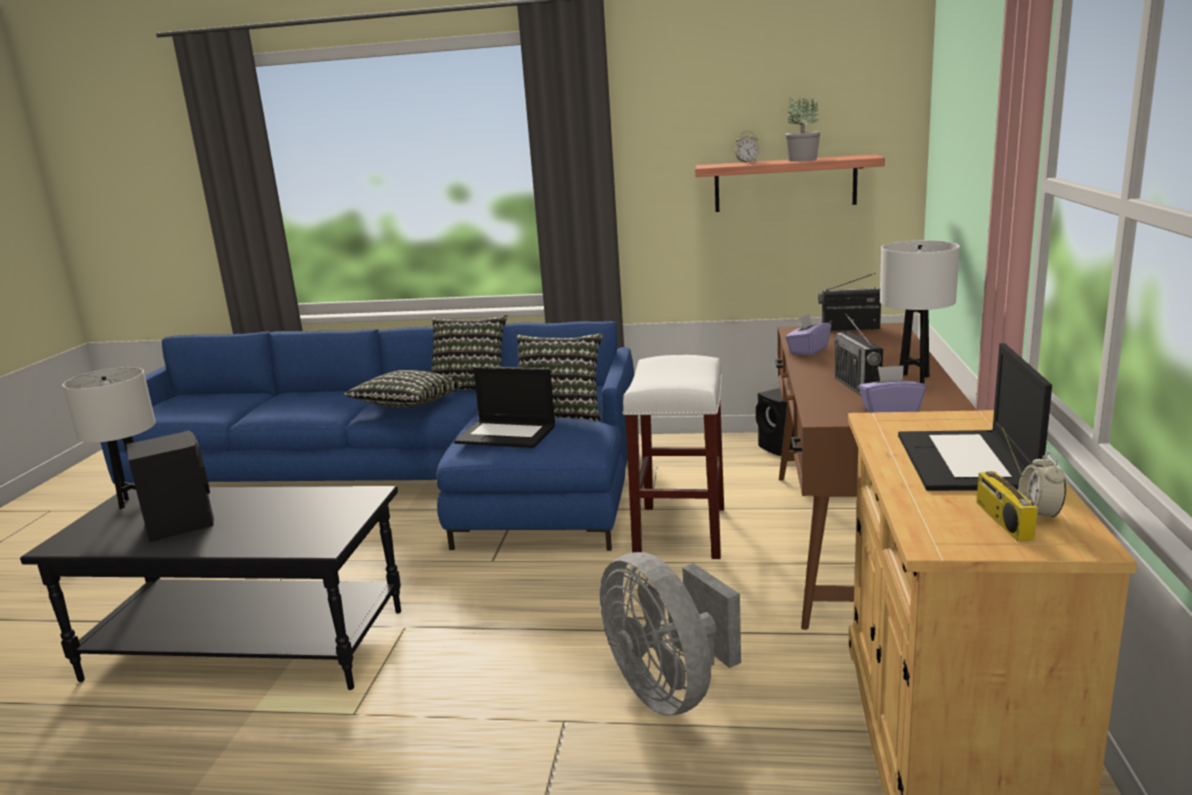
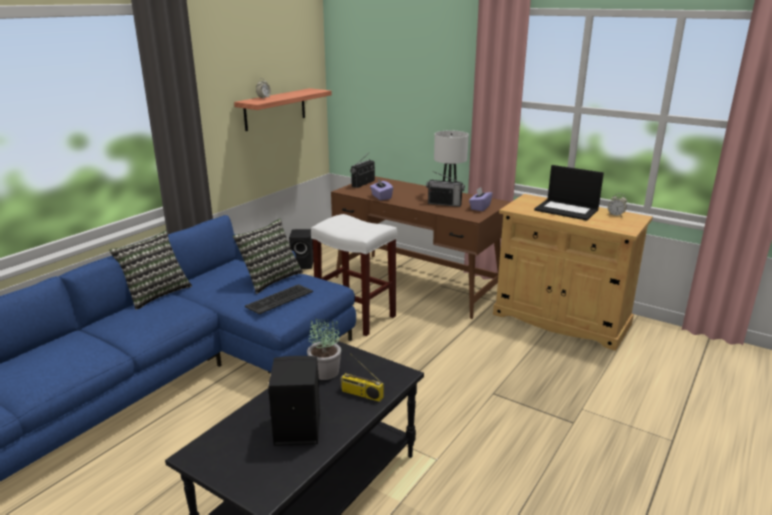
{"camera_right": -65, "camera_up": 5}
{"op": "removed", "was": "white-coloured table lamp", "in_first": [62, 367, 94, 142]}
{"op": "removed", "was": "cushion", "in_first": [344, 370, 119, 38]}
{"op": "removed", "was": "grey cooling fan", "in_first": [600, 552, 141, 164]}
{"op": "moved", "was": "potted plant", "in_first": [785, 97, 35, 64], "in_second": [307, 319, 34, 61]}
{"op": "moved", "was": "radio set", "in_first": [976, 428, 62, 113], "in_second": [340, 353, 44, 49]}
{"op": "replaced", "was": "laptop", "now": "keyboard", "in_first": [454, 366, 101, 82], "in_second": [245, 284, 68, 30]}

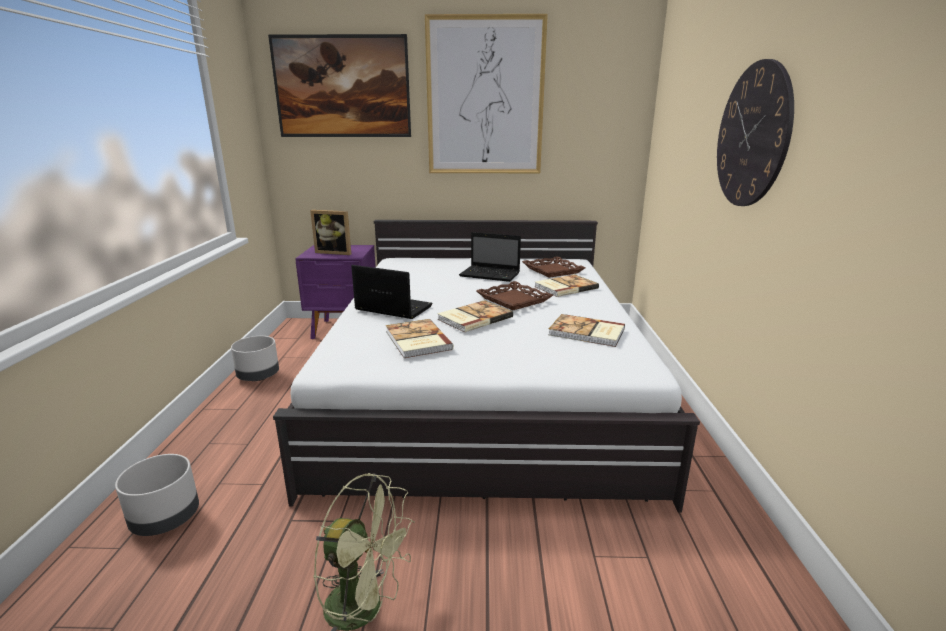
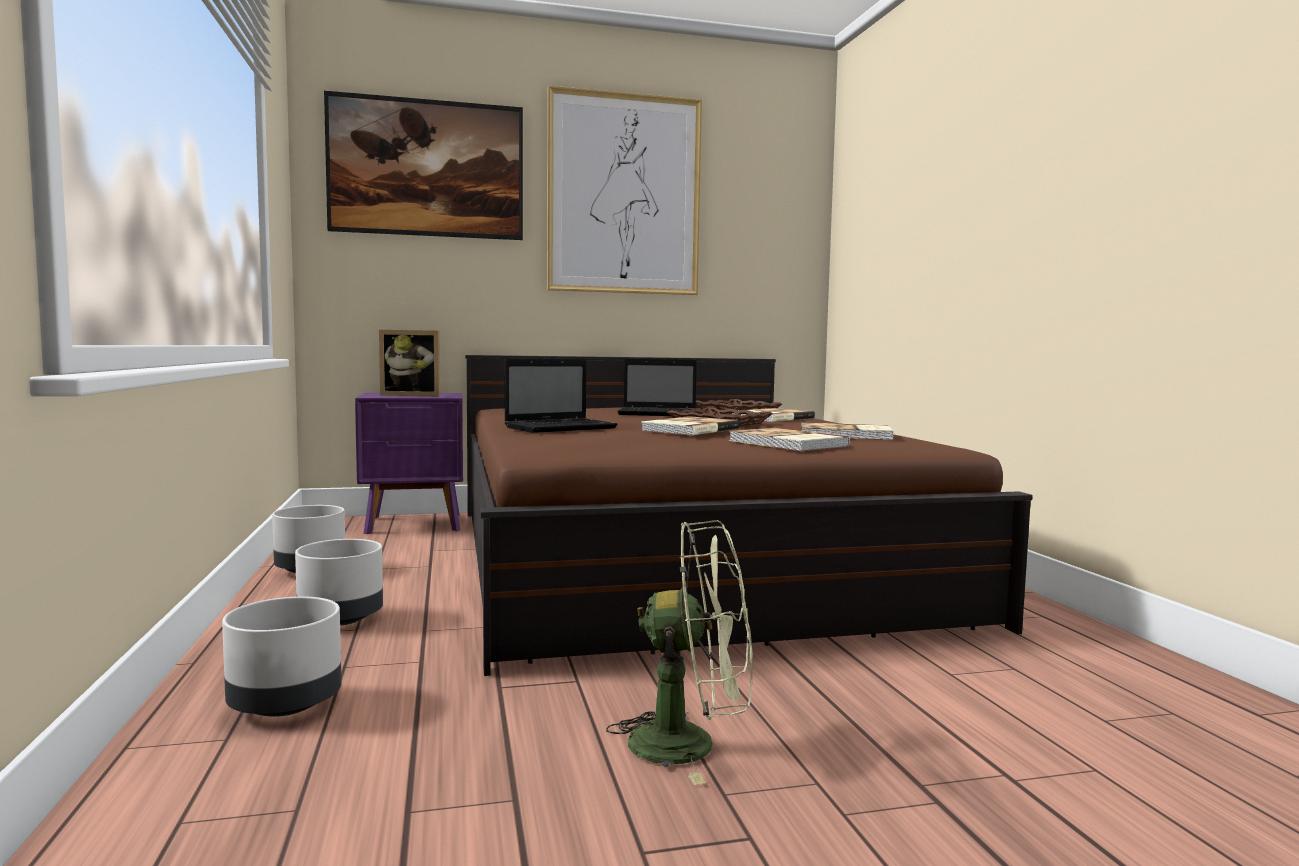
{"camera_right": -15, "camera_up": -15}
{"op": "removed", "was": "clock on the wall", "in_first": [717, 59, 77, 147]}
{"op": "added", "now": "grey flower pot", "in_second": [295, 539, 88, 87]}
{"op": "moved", "was": "bound book", "in_first": [386, 319, 68, 39], "in_second": [729, 428, 121, 23]}
{"op": "recoloured", "was": "white-coloured sleeping bed", "now": "brown sleeping bed", "in_first": [273, 220, 427, 292], "in_second": [465, 355, 568, 321]}
{"op": "turned", "was": "laptop", "in_first": [351, 265, 82, 54], "in_second": [504, 359, 114, 74], "clockwise": 135}

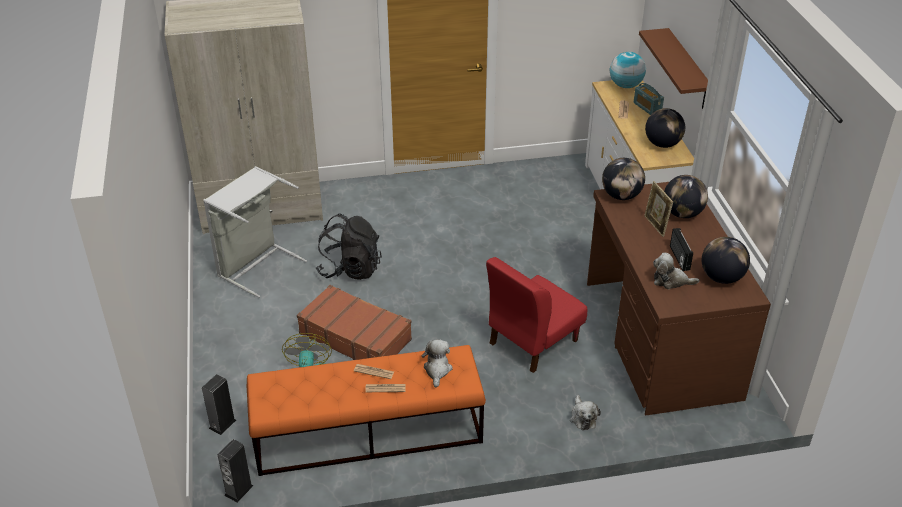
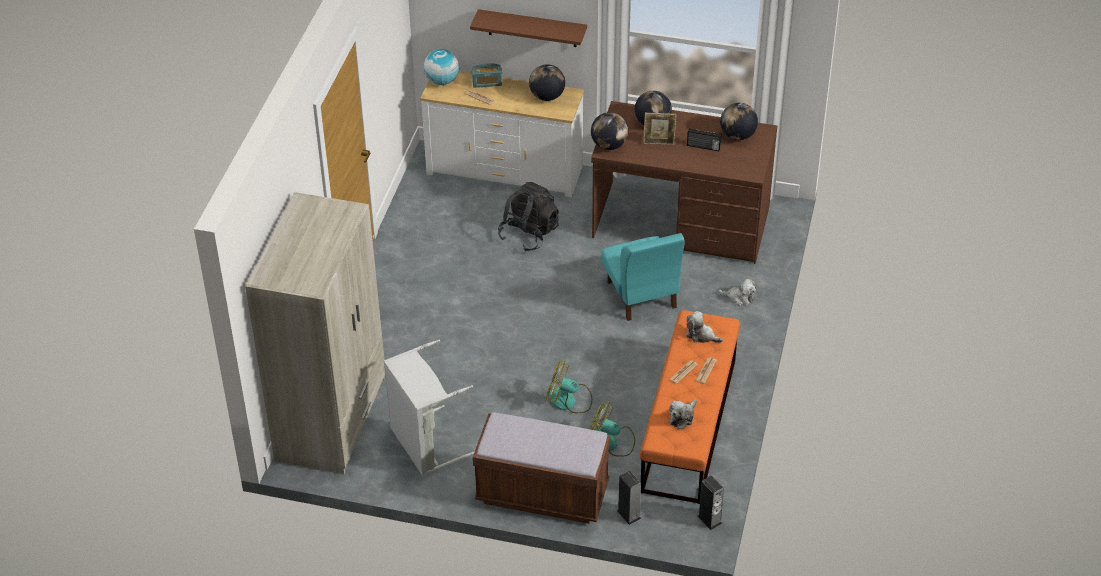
{"camera_right": -65, "camera_up": 5}
{"op": "added", "now": "brown long seat", "in_second": [473, 412, 137, 112]}
{"op": "moved", "was": "black knapsack", "in_first": [316, 213, 66, 67], "in_second": [498, 182, 61, 70]}
{"op": "moved", "was": "soft toy", "in_first": [653, 253, 46, 36], "in_second": [669, 399, 28, 31]}
{"op": "replaced", "was": "brown suitcase", "now": "cooling fan", "in_first": [297, 285, 115, 75], "in_second": [546, 361, 46, 52]}
{"op": "recoloured", "was": "red-coloured plain chair", "now": "blue-green plain chair", "in_first": [486, 257, 101, 116], "in_second": [601, 233, 84, 88]}

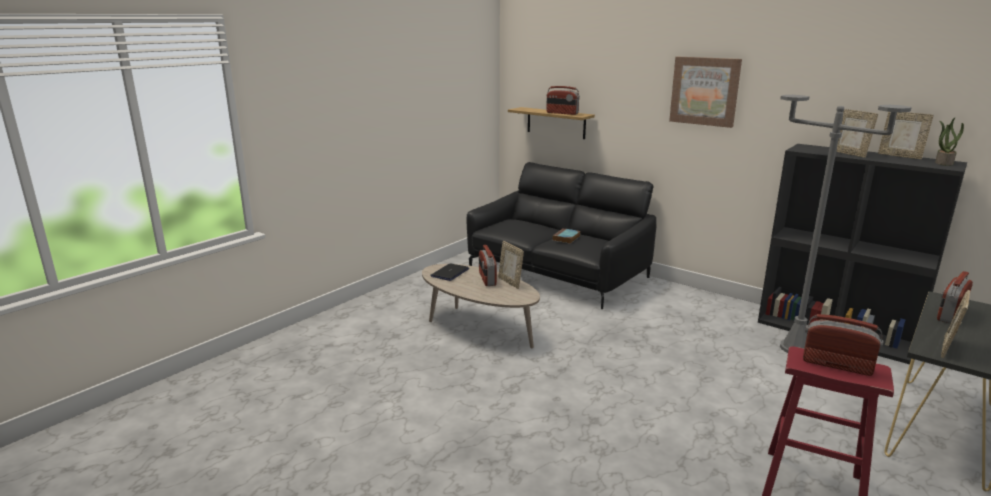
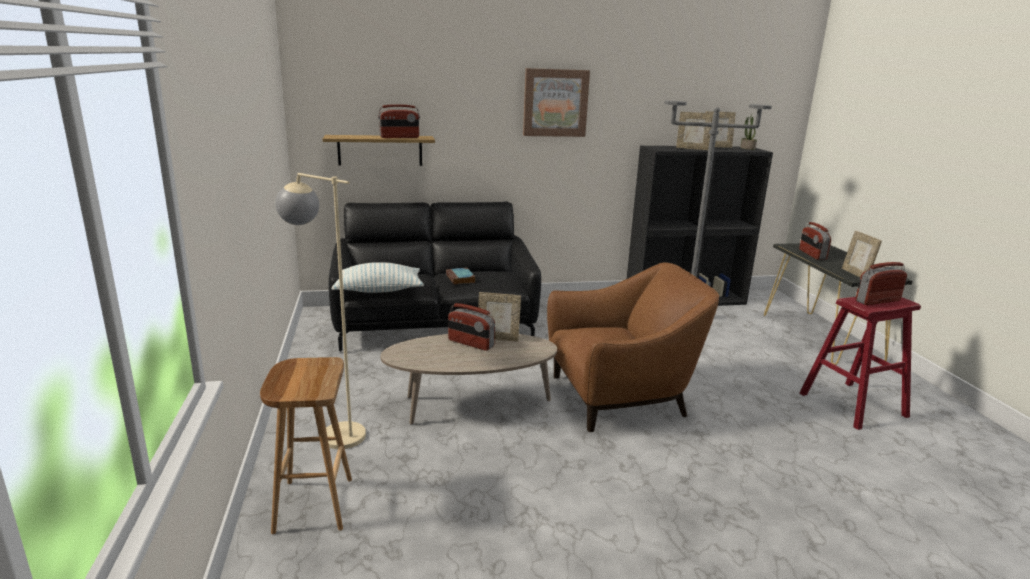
{"camera_right": -50, "camera_up": 0}
{"op": "removed", "was": "laptop", "in_first": [430, 263, 39, 18]}
{"op": "added", "now": "brown stool", "in_second": [260, 357, 92, 177]}
{"op": "added", "now": "beige standing lamp", "in_second": [275, 173, 91, 276]}
{"op": "added", "now": "cushion", "in_second": [331, 262, 93, 31]}
{"op": "added", "now": "brown armchair", "in_second": [547, 262, 172, 170]}

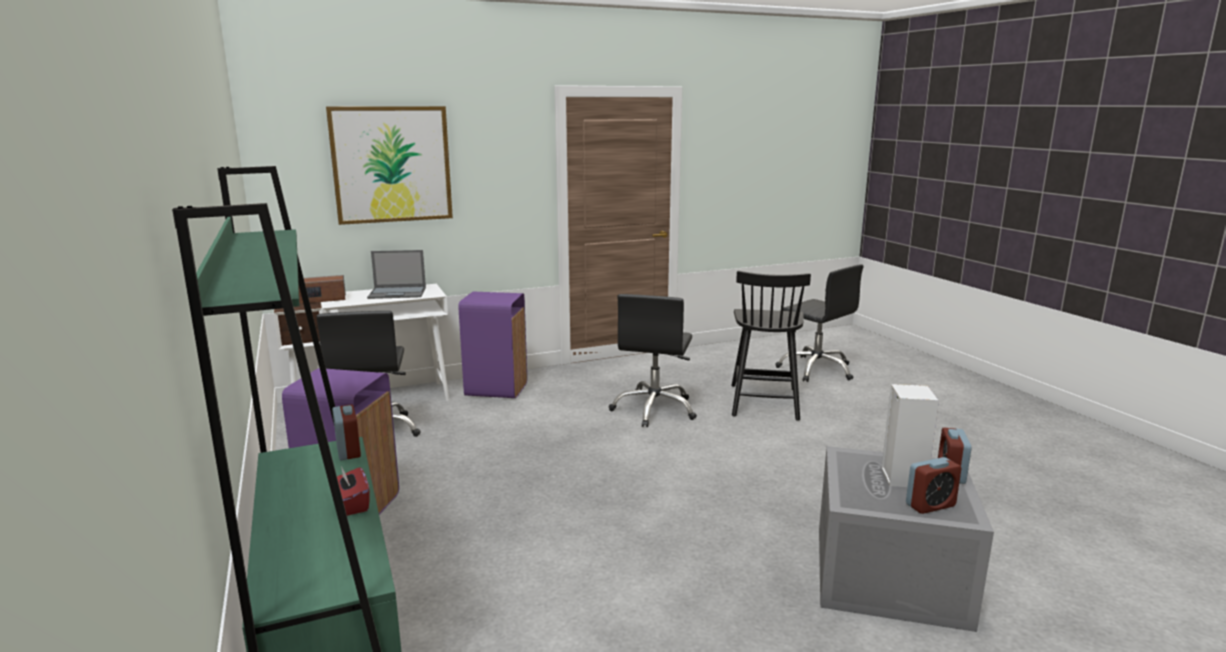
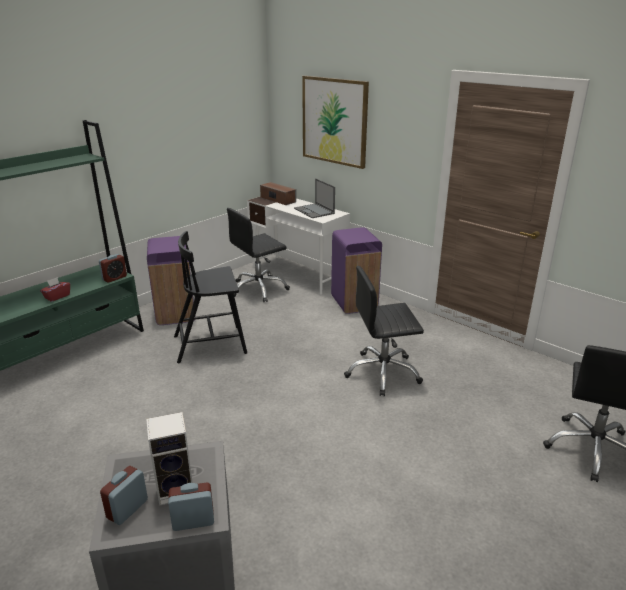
{"camera_right": 65, "camera_up": 10}
{"op": "moved", "was": "black plain chair", "in_first": [731, 271, 80, 150], "in_second": [174, 231, 73, 132]}
{"op": "turned", "was": "bedside clock", "in_first": [906, 457, 56, 57], "in_second": [100, 466, 48, 59], "clockwise": 75}

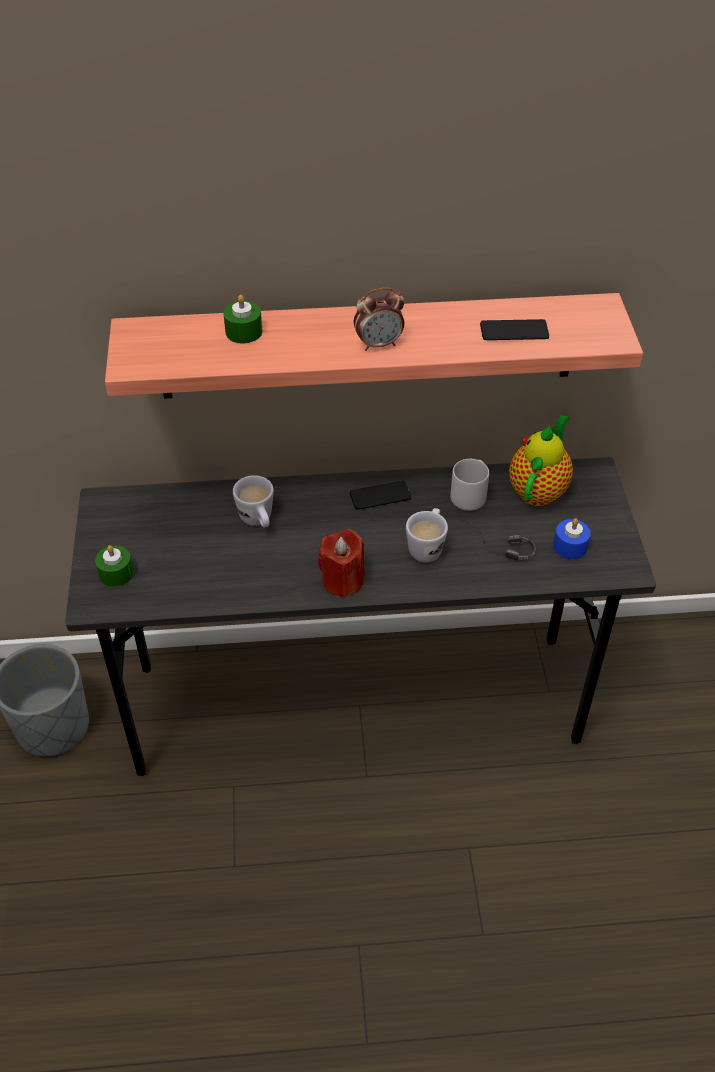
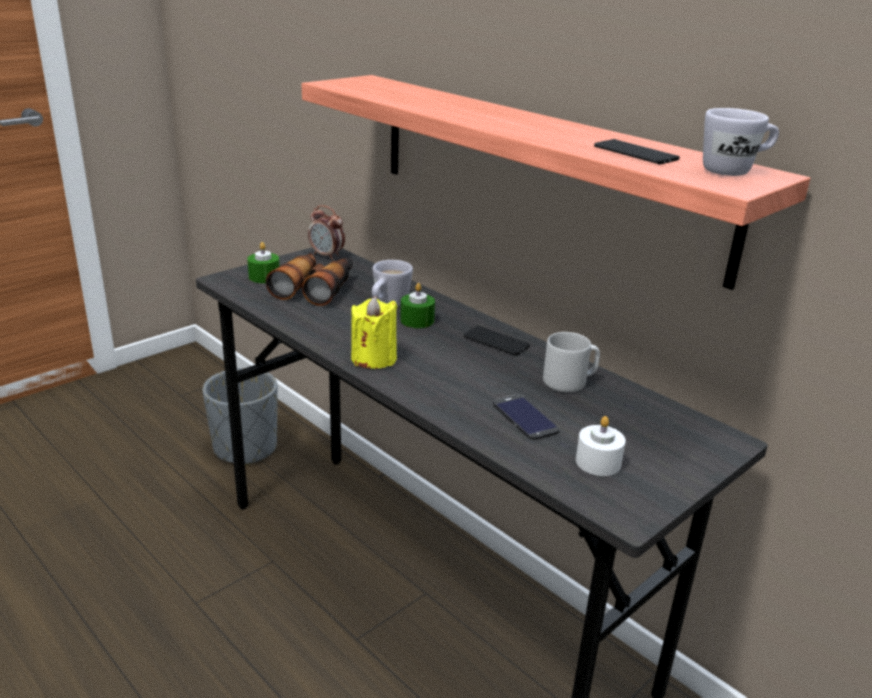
{"camera_right": 50, "camera_up": -20}
{"op": "removed", "was": "teapot", "in_first": [509, 415, 64, 91]}
{"op": "added", "now": "pair of binoculars", "in_second": [266, 252, 87, 54]}
{"op": "moved", "was": "green wax light", "in_first": [223, 295, 39, 48], "in_second": [400, 283, 35, 45]}
{"op": "moved", "was": "bedside clock", "in_first": [354, 287, 50, 64], "in_second": [308, 205, 37, 55]}
{"op": "moved", "was": "white-coloured mug", "in_first": [406, 508, 42, 55], "in_second": [703, 108, 76, 68]}
{"op": "replaced", "was": "headphones", "now": "phone", "in_first": [458, 518, 78, 42], "in_second": [493, 394, 66, 46]}
{"op": "recoloured", "was": "red-coloured wax light", "now": "yellowish wax light", "in_first": [318, 529, 47, 69], "in_second": [351, 296, 47, 73]}
{"op": "recoloured", "was": "blue wax light", "now": "white-coloured wax light", "in_first": [553, 518, 38, 41], "in_second": [576, 416, 50, 60]}

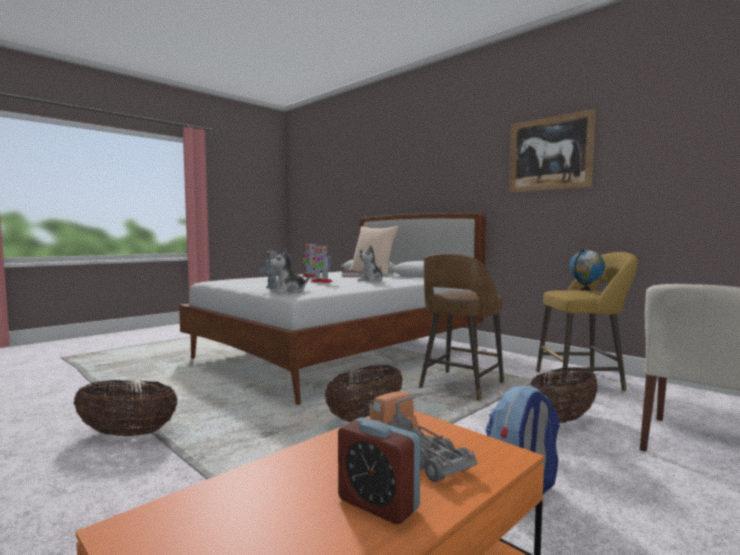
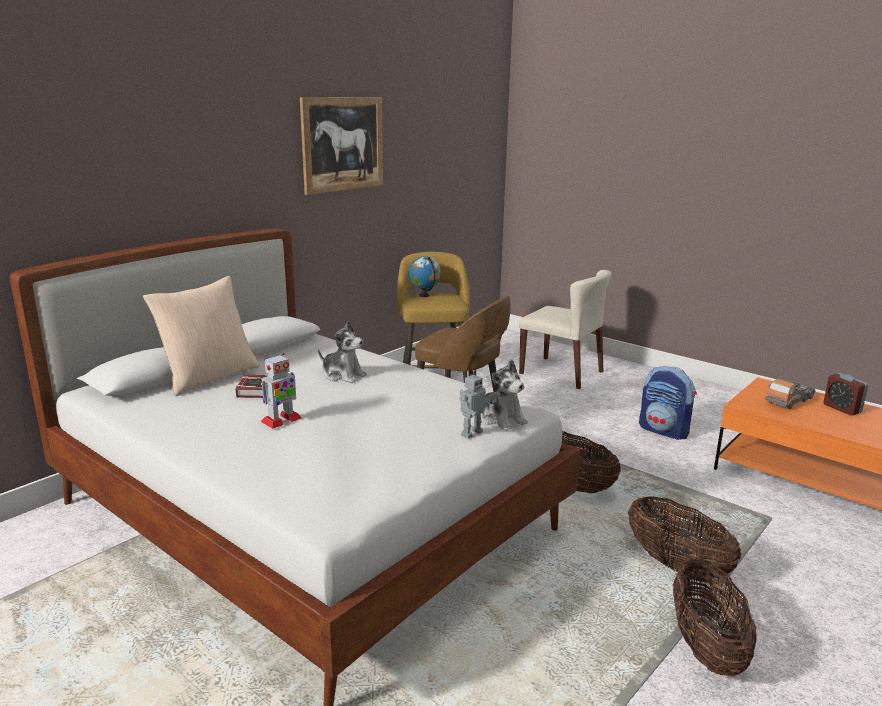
{"camera_right": -95, "camera_up": 15}
{"op": "removed", "was": "model robot", "in_first": [311, 245, 21, 38]}
{"op": "moved", "was": "household basket", "in_first": [530, 368, 68, 55], "in_second": [628, 496, 113, 83]}
{"op": "turned", "was": "bedside clock", "in_first": [338, 417, 83, 107], "in_second": [823, 373, 45, 42], "clockwise": 120}

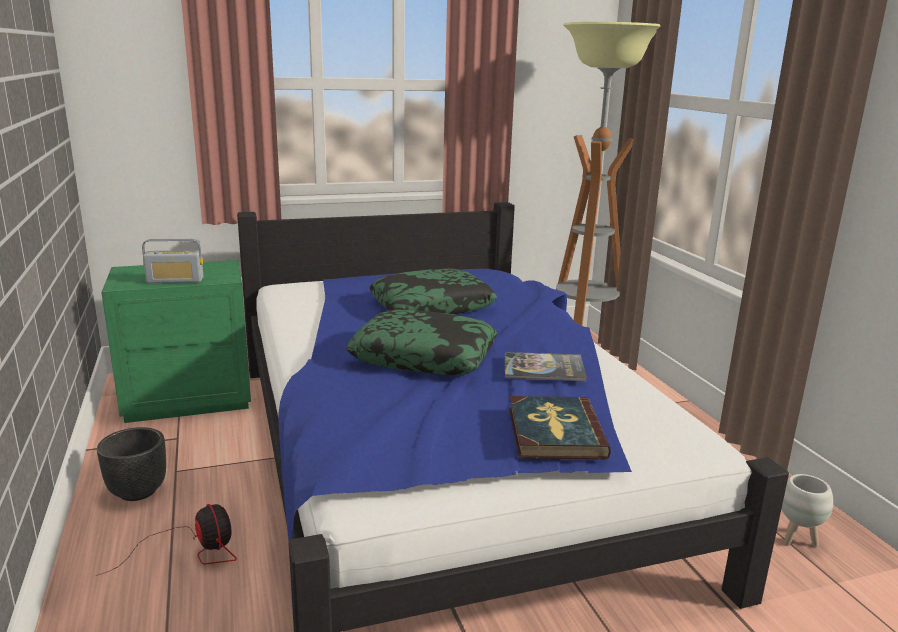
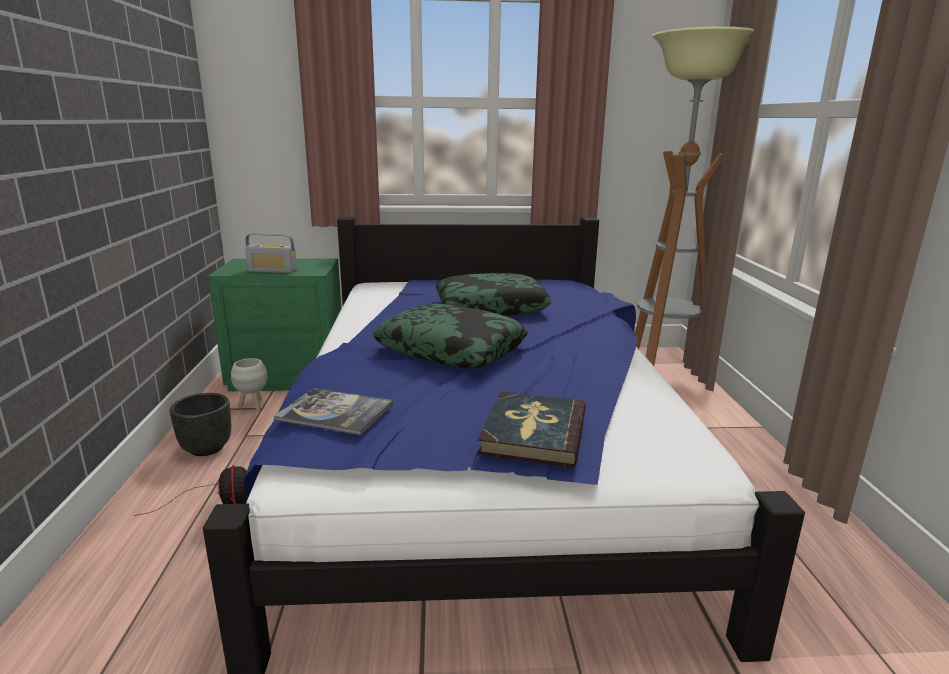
{"camera_right": 15, "camera_up": 0}
{"op": "moved", "was": "bound book", "in_first": [505, 352, 82, 29], "in_second": [274, 388, 119, 47]}
{"op": "moved", "was": "white-coloured flower pot", "in_first": [782, 474, 51, 73], "in_second": [231, 358, 36, 52]}

